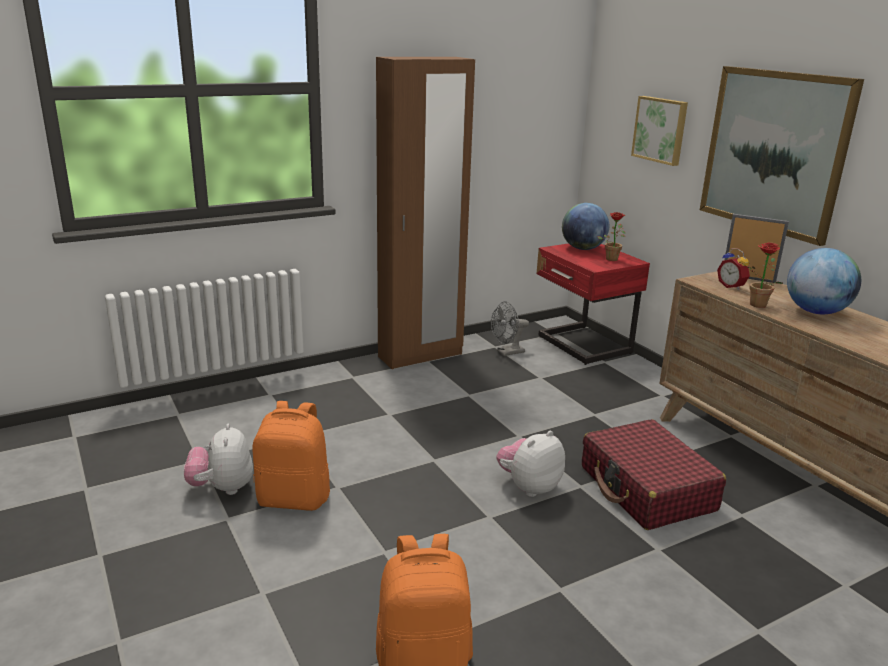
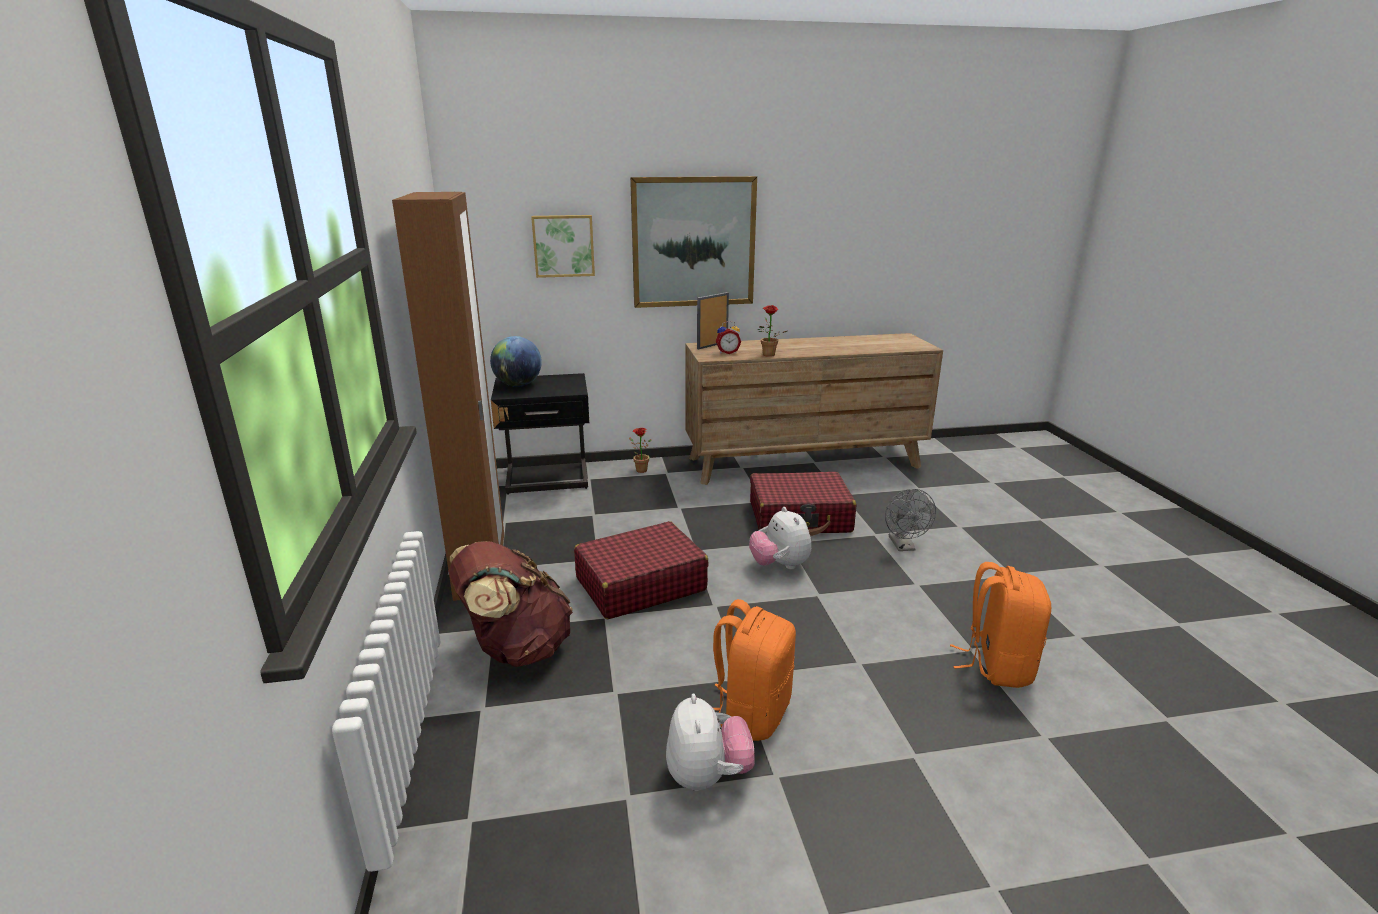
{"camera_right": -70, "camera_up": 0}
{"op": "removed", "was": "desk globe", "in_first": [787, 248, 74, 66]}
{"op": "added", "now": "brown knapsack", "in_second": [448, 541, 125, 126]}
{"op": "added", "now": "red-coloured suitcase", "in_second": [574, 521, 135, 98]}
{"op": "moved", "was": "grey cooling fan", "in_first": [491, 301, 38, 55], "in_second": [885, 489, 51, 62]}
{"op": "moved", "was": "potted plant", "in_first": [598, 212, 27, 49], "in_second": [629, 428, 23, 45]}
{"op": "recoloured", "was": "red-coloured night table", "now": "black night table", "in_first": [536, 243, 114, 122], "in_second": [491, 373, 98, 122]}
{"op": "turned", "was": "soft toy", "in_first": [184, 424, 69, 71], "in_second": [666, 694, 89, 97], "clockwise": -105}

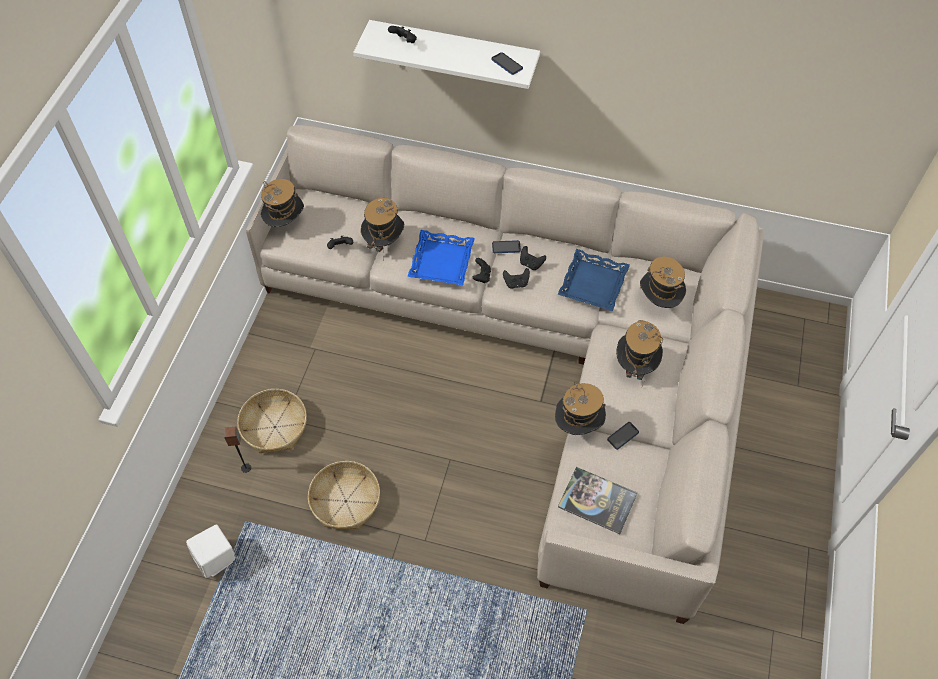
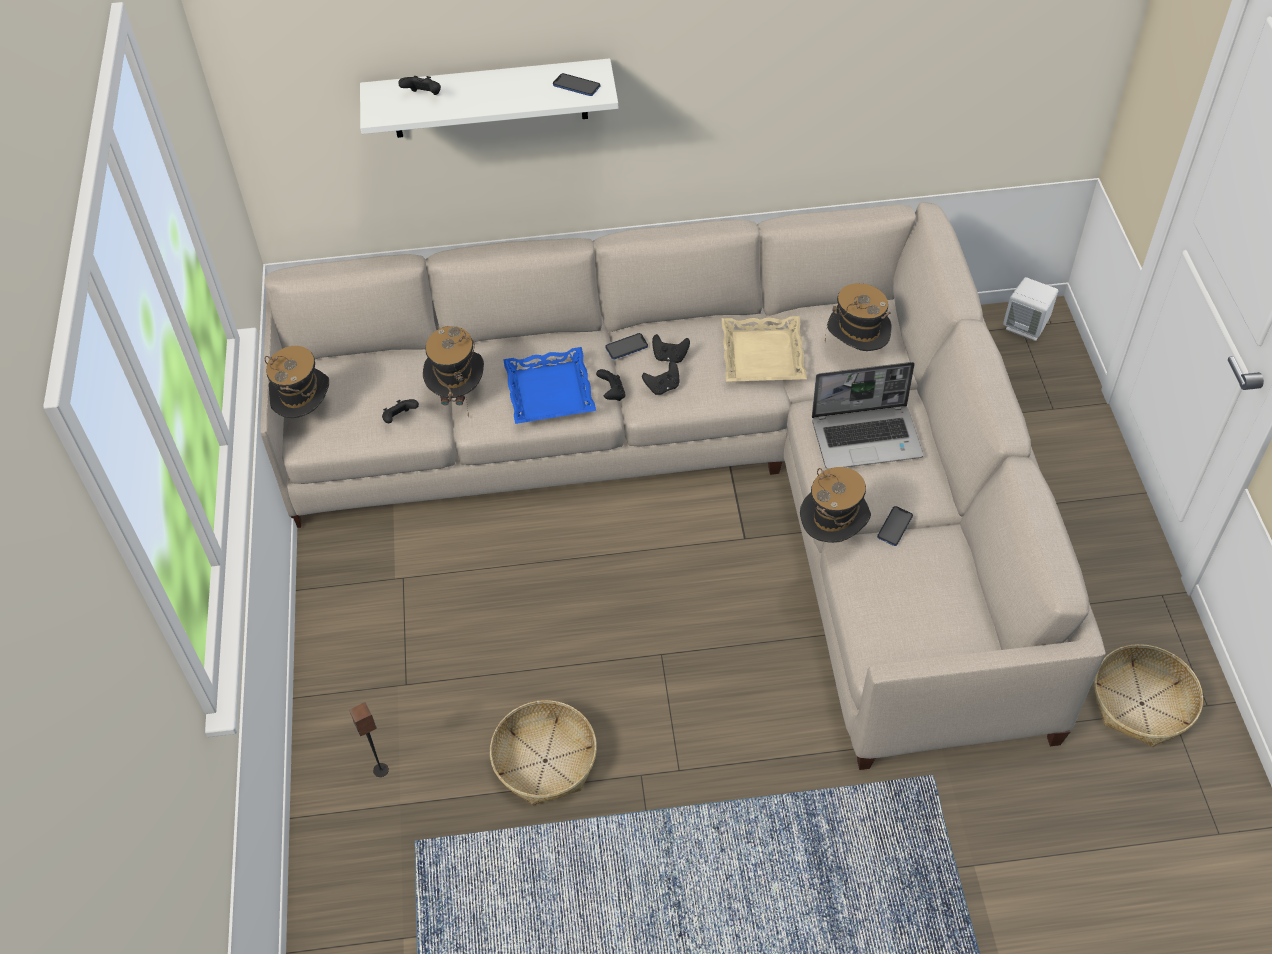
{"camera_right": -20, "camera_up": -5}
{"op": "removed", "was": "bound book", "in_first": [558, 467, 79, 67]}
{"op": "moved", "was": "white-coloured audio speaker", "in_first": [186, 524, 49, 54], "in_second": [1003, 277, 55, 64]}
{"op": "moved", "was": "household basket", "in_first": [237, 389, 70, 64], "in_second": [1094, 644, 109, 103]}
{"op": "replaced", "was": "wearable hat", "now": "laptop", "in_first": [616, 320, 47, 67], "in_second": [812, 362, 111, 107]}
{"op": "recoloured", "was": "blue tray", "now": "beige tray", "in_first": [557, 249, 73, 62], "in_second": [722, 316, 85, 66]}

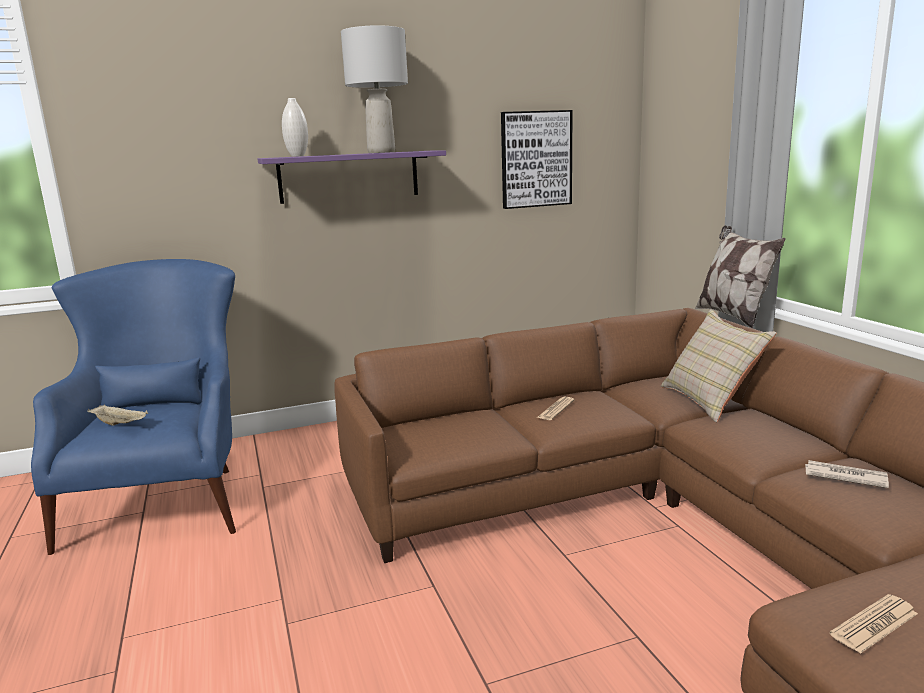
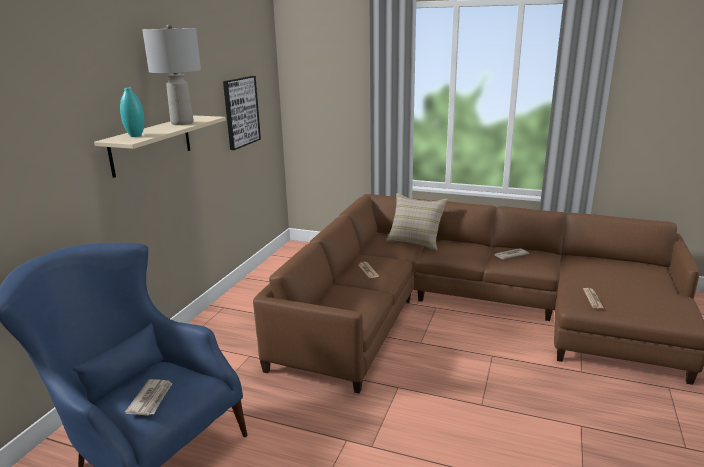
{"camera_right": -50, "camera_up": 5}
{"op": "removed", "was": "cushion", "in_first": [695, 225, 91, 103]}
{"op": "replaced", "was": "beige tray", "now": "newspaper", "in_first": [87, 405, 61, 21], "in_second": [125, 379, 48, 37]}
{"op": "recoloured", "was": "purplish wall shelf", "now": "beige wall shelf", "in_first": [258, 150, 188, 54], "in_second": [94, 115, 132, 63]}
{"op": "recoloured", "was": "white-coloured vase", "now": "blue-green vase", "in_first": [282, 98, 26, 59], "in_second": [120, 88, 24, 49]}

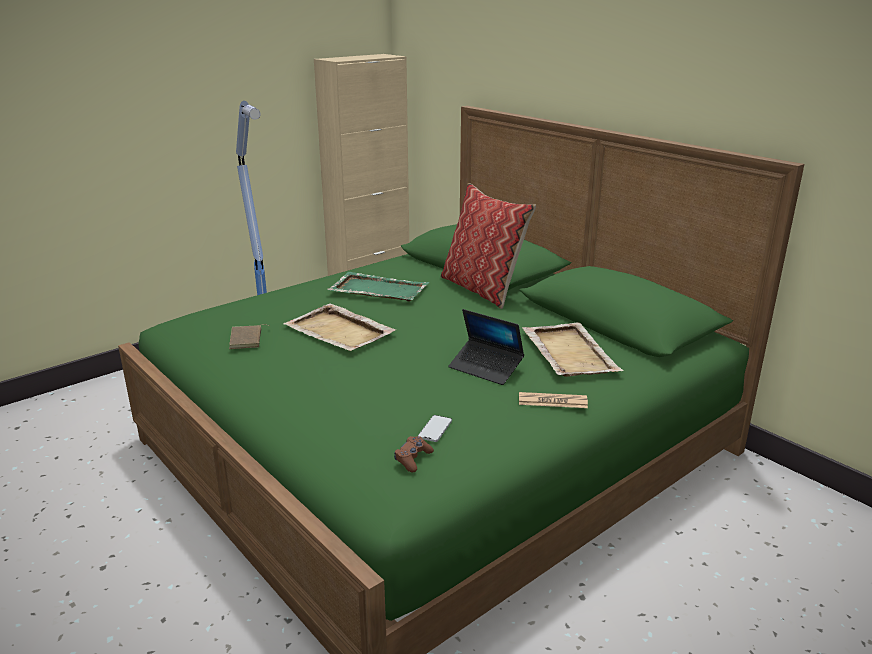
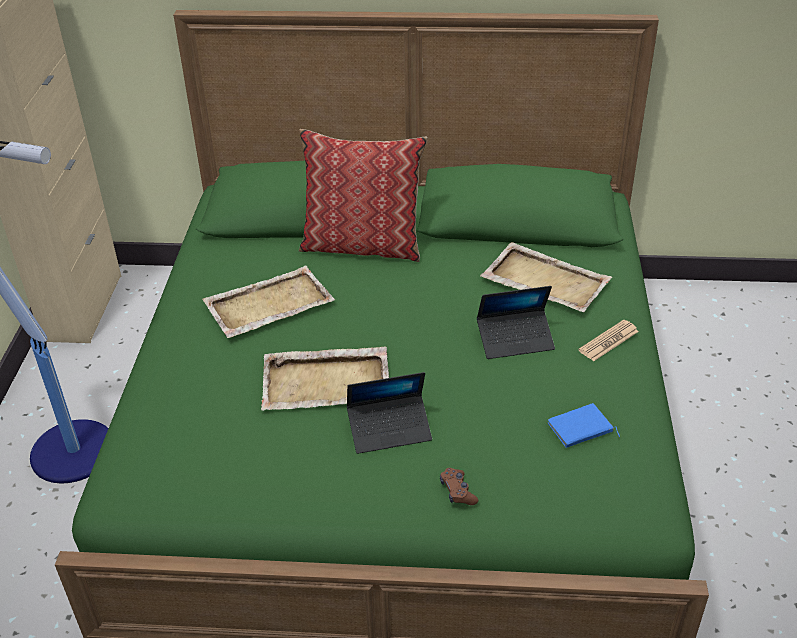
{"camera_right": -45, "camera_up": 15}
{"op": "removed", "was": "brown bound book", "in_first": [229, 324, 41, 25]}
{"op": "added", "now": "laptop", "in_second": [347, 372, 85, 82]}
{"op": "moved", "was": "brown game controller", "in_first": [394, 436, 40, 36], "in_second": [440, 468, 38, 37]}
{"op": "replaced", "was": "phone", "now": "blue bound book", "in_first": [418, 415, 34, 27], "in_second": [548, 403, 72, 45]}
{"op": "recoloured", "was": "green tray", "now": "beige tray", "in_first": [327, 272, 102, 29], "in_second": [202, 266, 133, 72]}

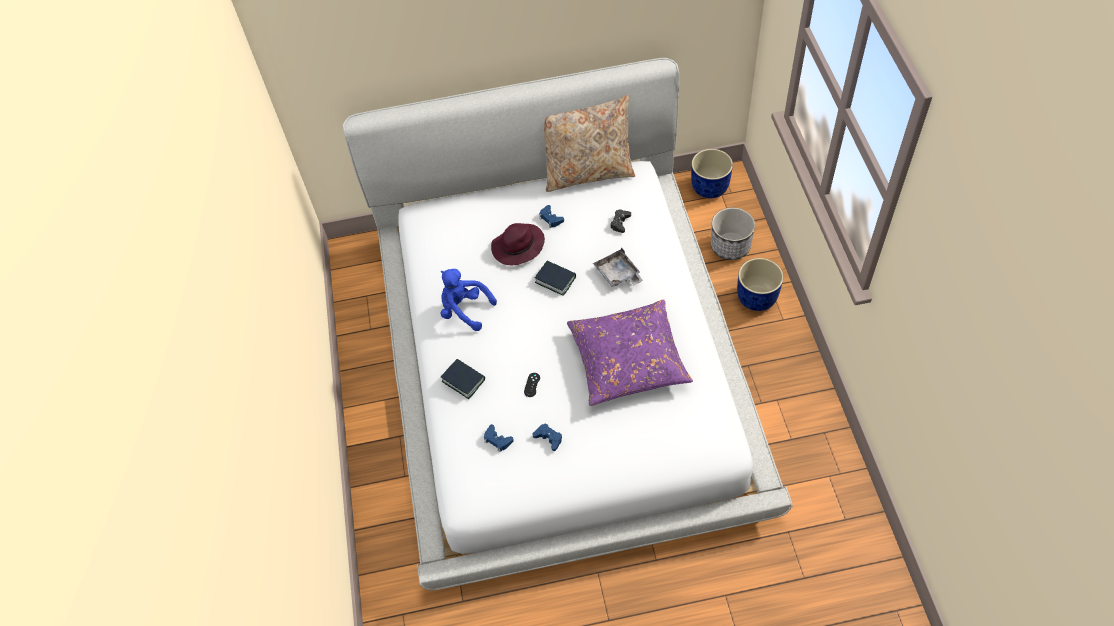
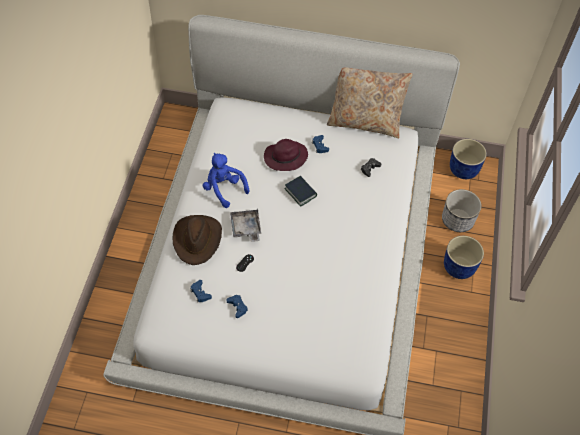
{"camera_right": 15, "camera_up": 0}
{"op": "removed", "was": "purplish cushion", "in_first": [567, 299, 126, 107]}
{"op": "moved", "was": "grey tray", "in_first": [593, 247, 50, 40], "in_second": [230, 209, 31, 33]}
{"op": "replaced", "was": "bound book", "now": "brown wearable hat", "in_first": [441, 359, 44, 40], "in_second": [173, 215, 49, 50]}

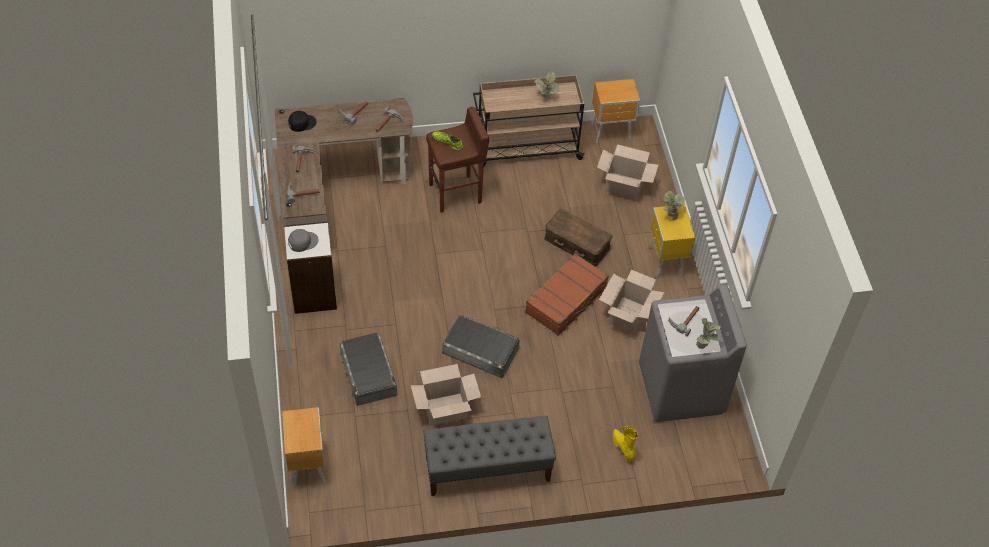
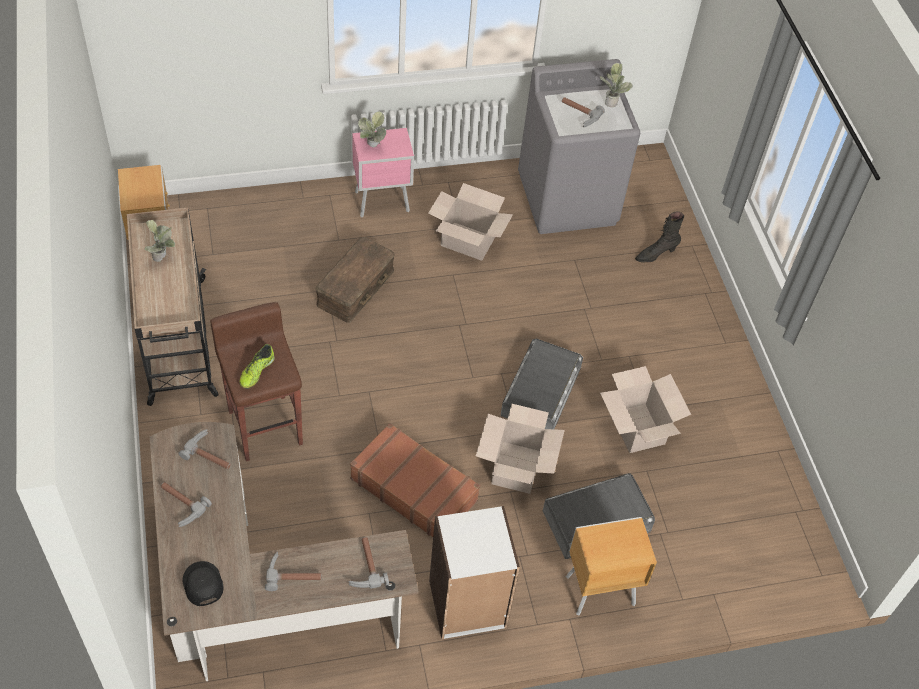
{"camera_right": -95, "camera_up": 0}
{"op": "removed", "was": "grey cap", "in_first": [288, 229, 31, 23]}
{"op": "removed", "was": "grey long seat", "in_first": [423, 416, 133, 80]}
{"op": "moved", "was": "brown night table", "in_first": [282, 407, 44, 80], "in_second": [566, 517, 91, 99]}
{"op": "moved", "was": "brown suitcase", "in_first": [525, 253, 84, 83], "in_second": [350, 423, 130, 114]}
{"op": "moved", "was": "carton", "in_first": [597, 144, 61, 55], "in_second": [476, 404, 89, 90]}
{"op": "recoloured", "was": "yellowish boot", "now": "black boot", "in_first": [613, 426, 25, 36], "in_second": [635, 212, 49, 50]}
{"op": "recoloured", "was": "yellowish night table", "now": "pink-coloured night table", "in_first": [647, 204, 48, 74], "in_second": [352, 128, 62, 89]}

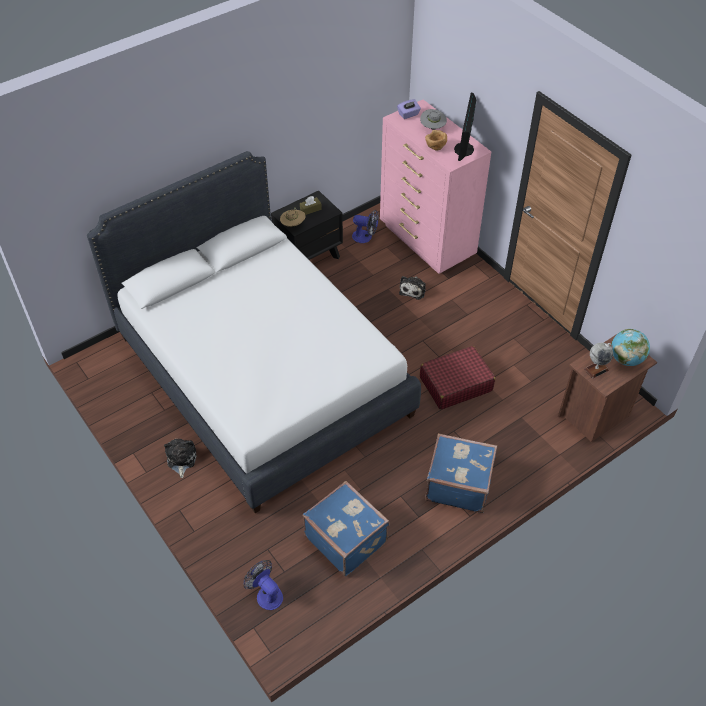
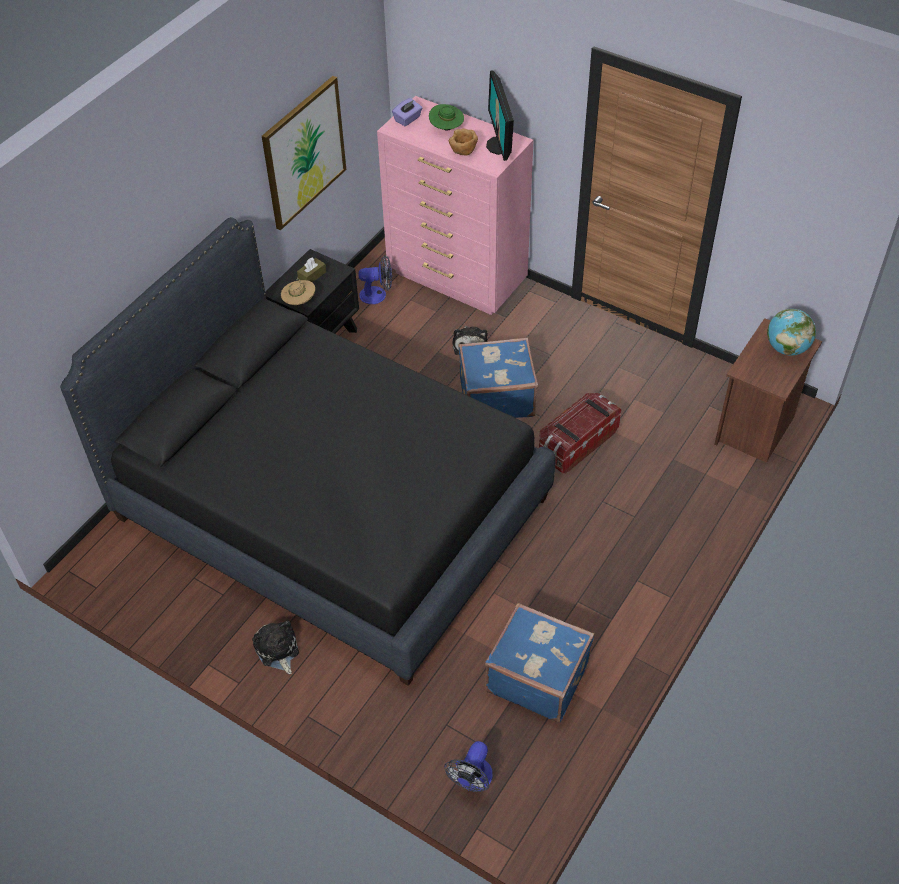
{"camera_right": -20, "camera_up": 0}
{"op": "removed", "was": "desk globe", "in_first": [584, 342, 29, 36]}
{"op": "added", "now": "wall art", "in_second": [262, 76, 84, 154]}
{"op": "moved", "was": "blue suitcase", "in_first": [425, 433, 72, 80], "in_second": [458, 337, 80, 81]}
{"op": "replaced", "was": "red-coloured suitcase", "now": "storage container", "in_first": [420, 346, 75, 64], "in_second": [539, 393, 82, 81]}
{"op": "recoloured", "was": "white-coloured sleeping bed", "now": "black sleeping bed", "in_first": [87, 151, 334, 362], "in_second": [60, 217, 496, 469]}
{"op": "recoloured", "was": "grey wearable hat", "now": "green wearable hat", "in_first": [420, 109, 27, 21], "in_second": [429, 104, 35, 26]}
{"op": "turned", "was": "cooling fan", "in_first": [244, 560, 39, 50], "in_second": [444, 741, 49, 51], "clockwise": -90}

